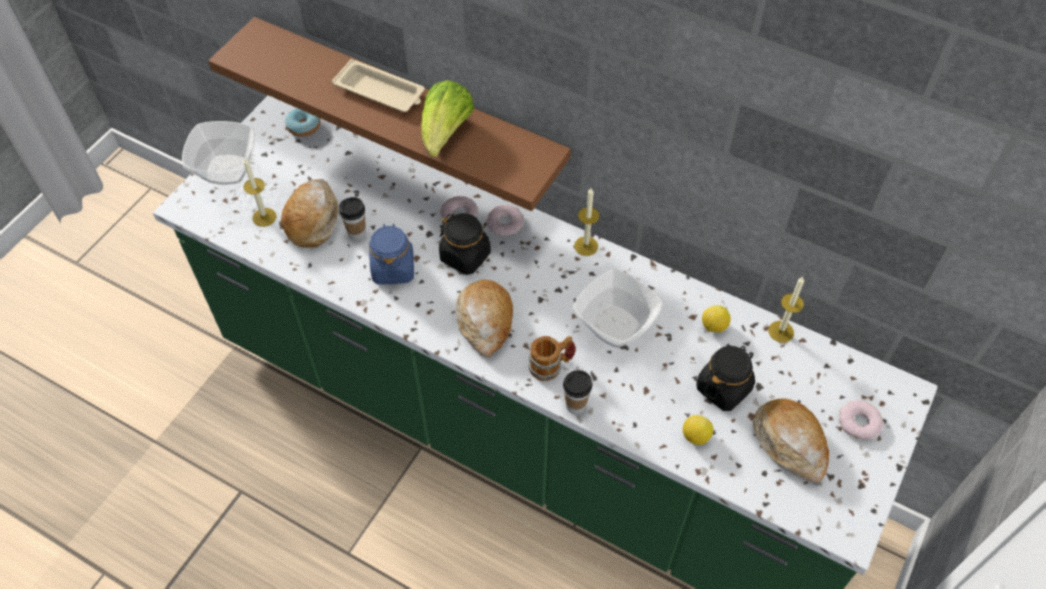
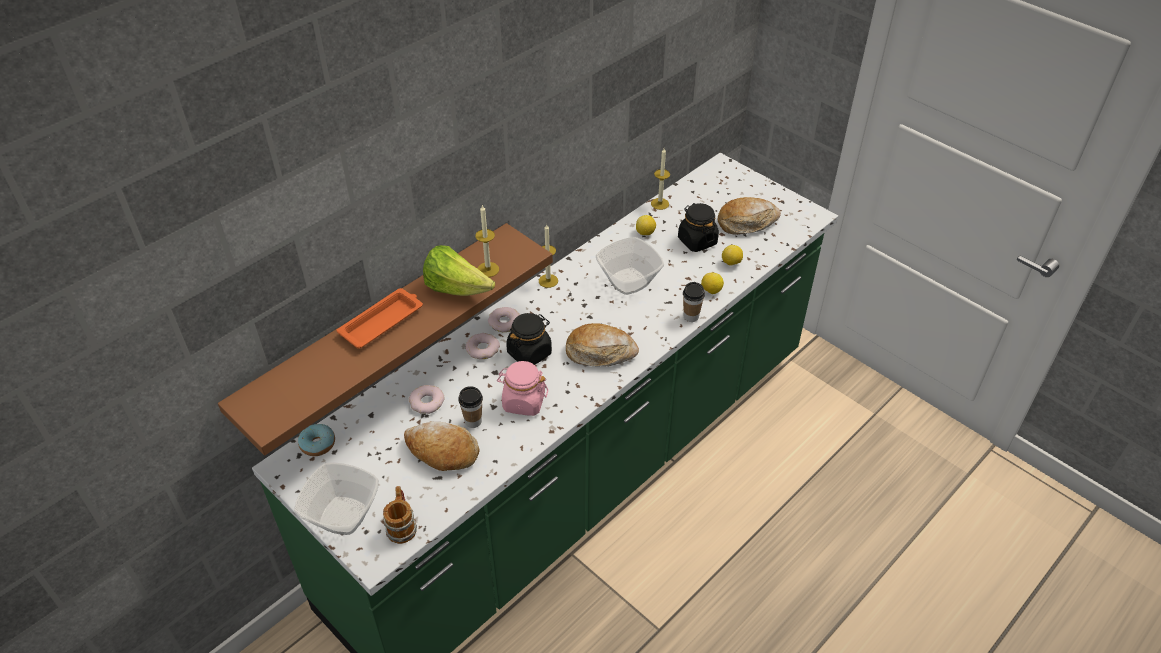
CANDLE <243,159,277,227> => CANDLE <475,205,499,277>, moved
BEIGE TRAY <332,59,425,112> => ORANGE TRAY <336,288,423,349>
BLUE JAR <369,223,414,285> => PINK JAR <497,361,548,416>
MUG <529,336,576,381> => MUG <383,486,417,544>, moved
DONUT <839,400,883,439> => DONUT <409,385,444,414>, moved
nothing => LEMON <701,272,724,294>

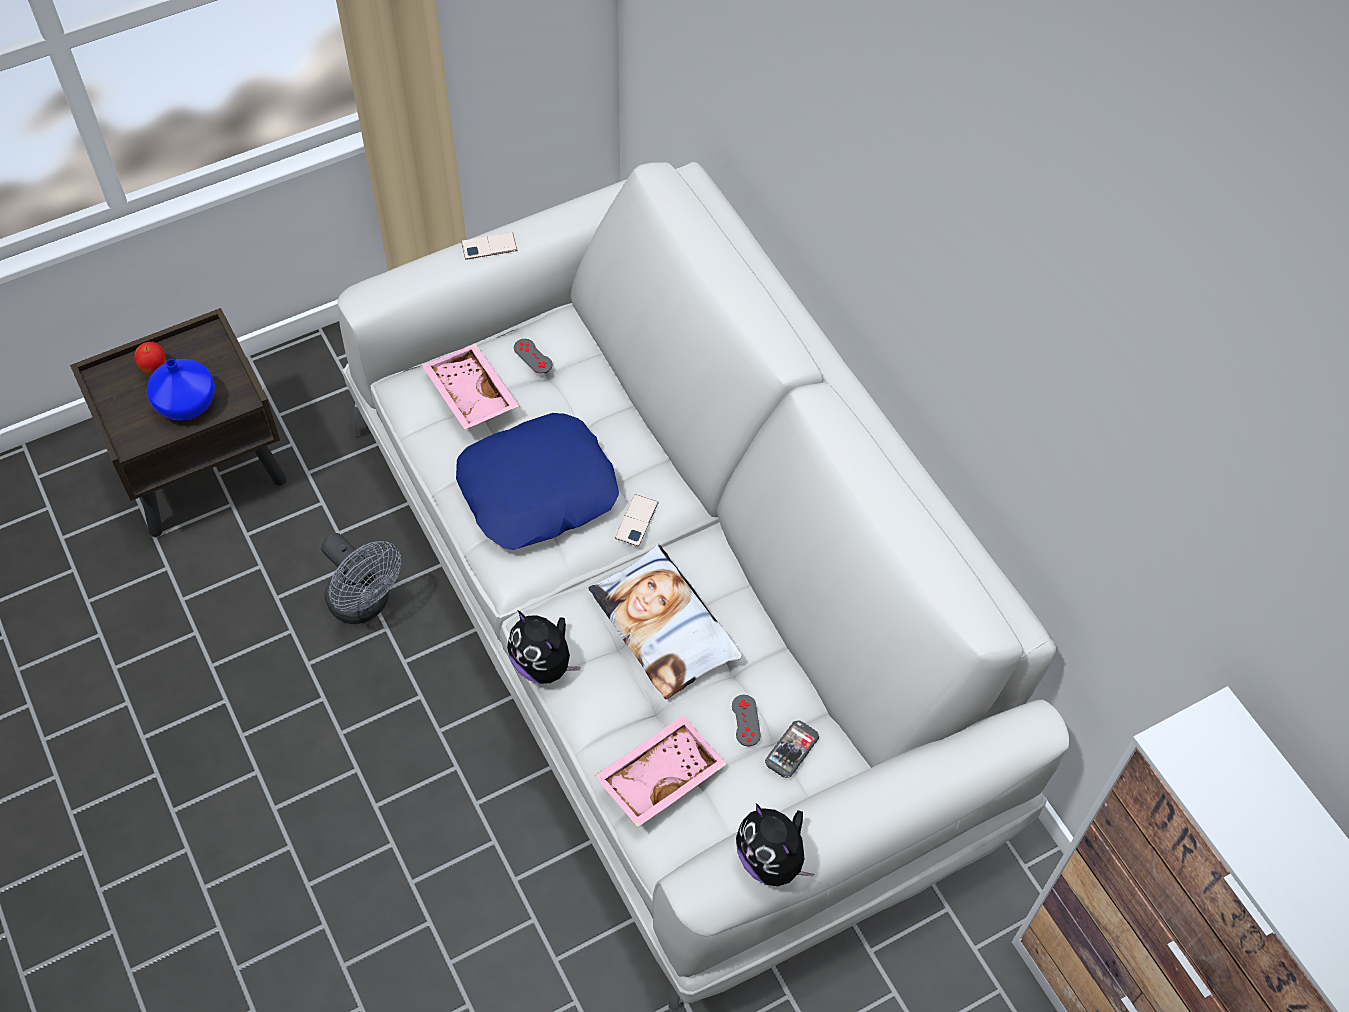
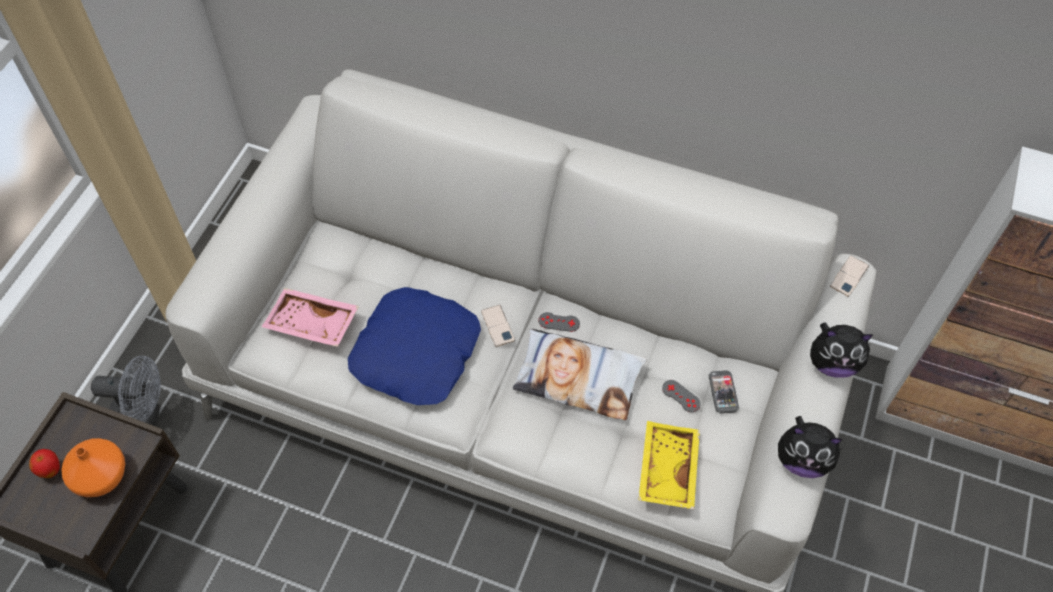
BLUE VASE <147,359,215,421> => ORANGE VASE <62,438,125,497>
GREY FAN <321,533,401,624> => GREY FAN <91,356,161,426>, moved
PHONE <461,232,517,260> => PHONE <830,256,869,297>, moved
PLUSH TOY <507,610,580,684> => PLUSH TOY <810,322,873,378>, moved
GREY GAME CONTROLLER <514,339,552,374> => GREY GAME CONTROLLER <538,312,580,332>, moved
PINK TRAY <594,715,727,827> => YELLOW TRAY <638,421,700,509>

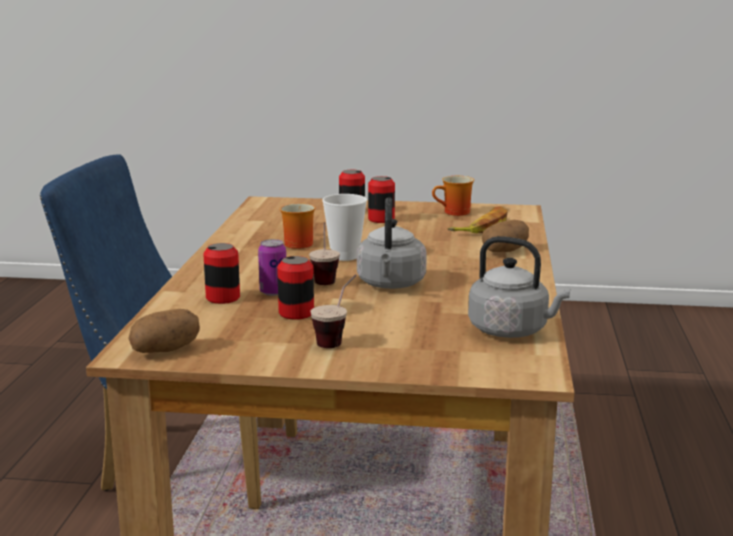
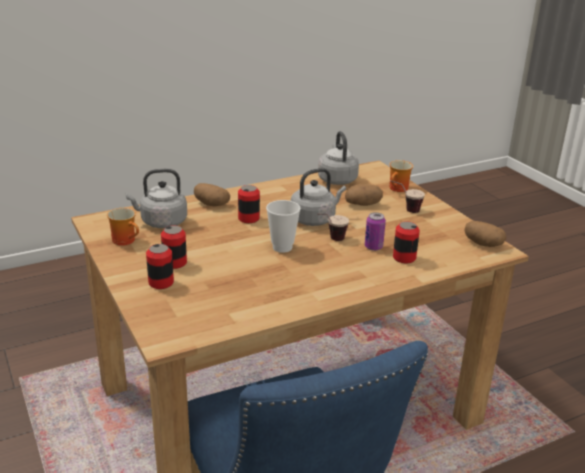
CAN <277,256,314,320> => CAN <238,185,260,223>, moved
MUG <280,204,315,249> => MUG <389,160,413,192>, moved
BANANA <447,206,507,233> => GREY KETTLE <126,169,187,228>
nothing => POTATO <345,184,383,206>

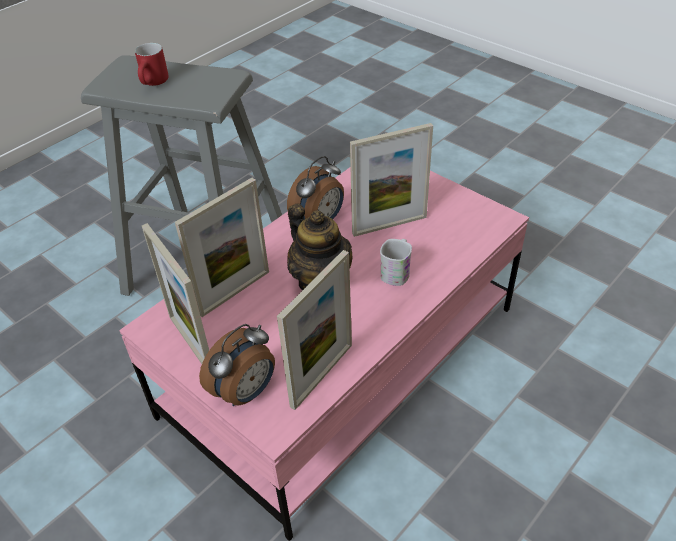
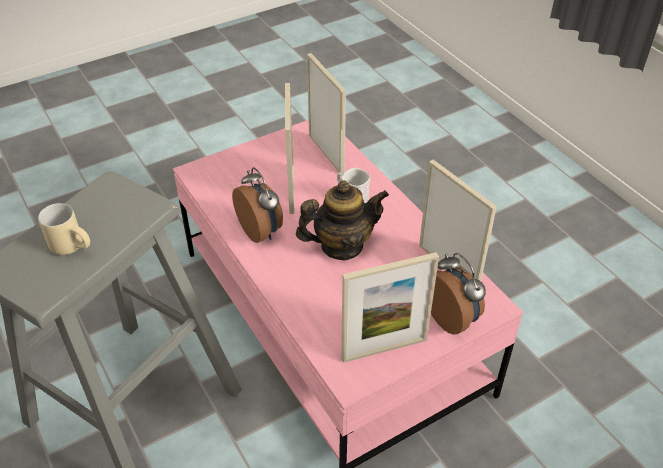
RED MUG <135,43,168,86> => BEIGE MUG <38,203,90,255>
PICTURE FRAME <175,178,269,317> => PICTURE FRAME <307,53,346,173>, moved

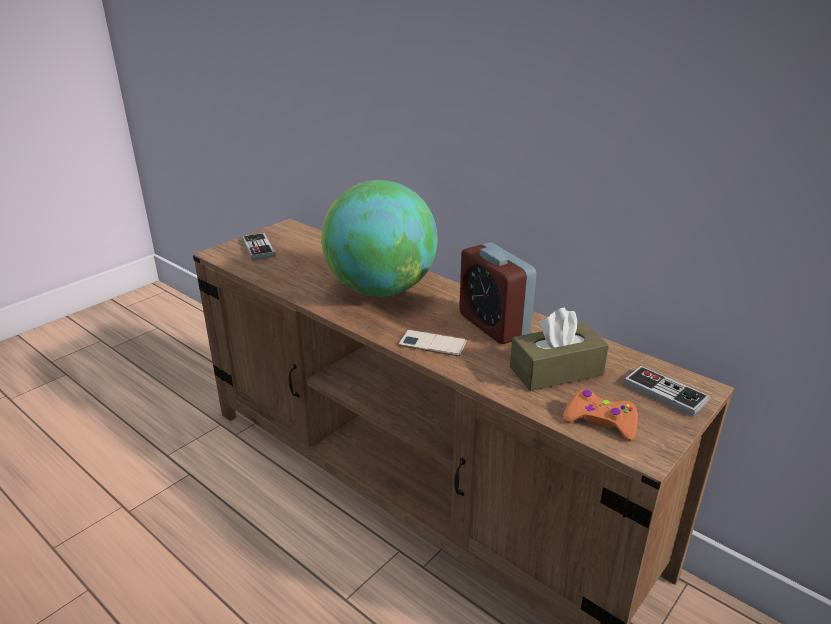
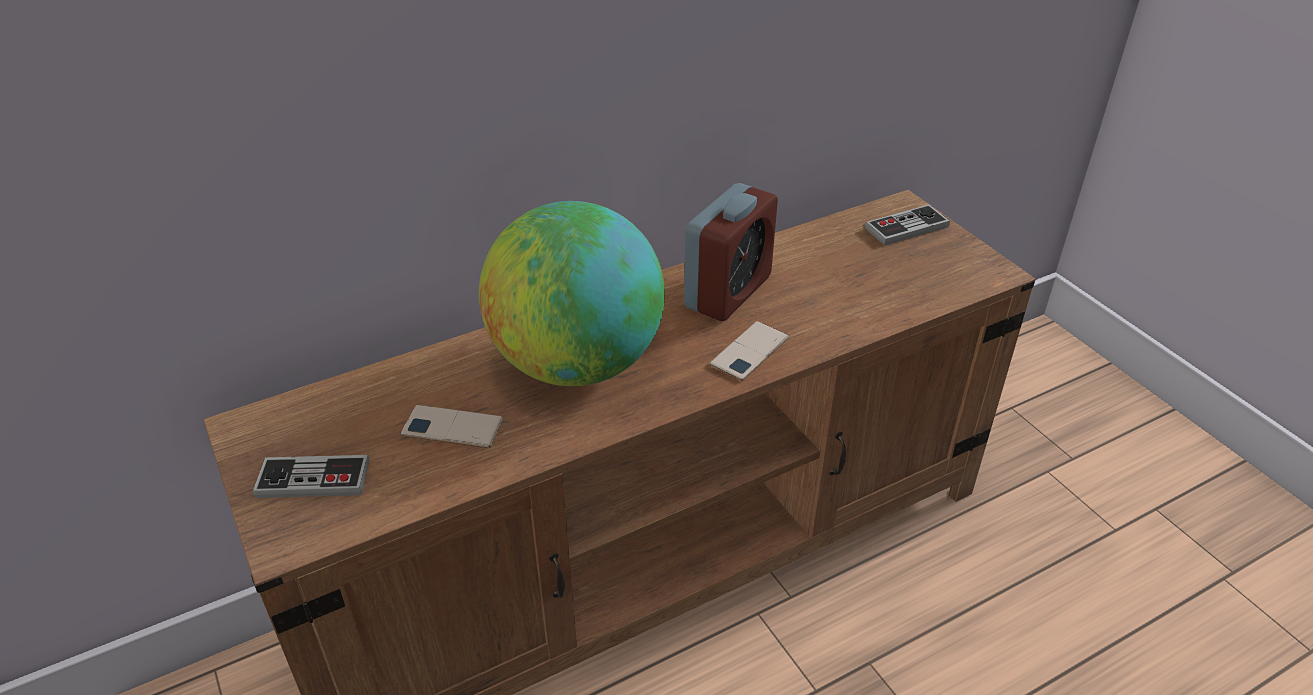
ALARM CLOCK <459,243,536,344> => ALARM CLOCK <684,183,778,321>, 45 degrees counterclockwise
BROWN TISSUE BOX <510,307,609,391> => nothing
ORANGE GAME CONTROLLER <563,390,638,441> => nothing
nothing => PHONE <400,405,503,448>

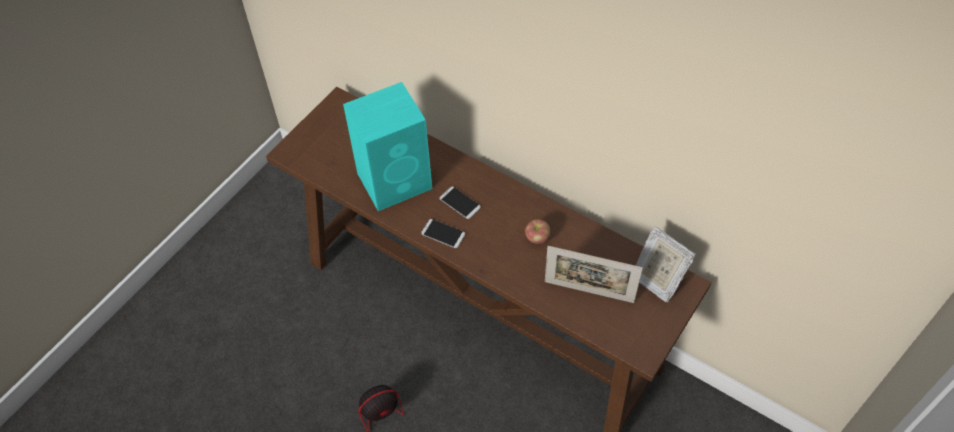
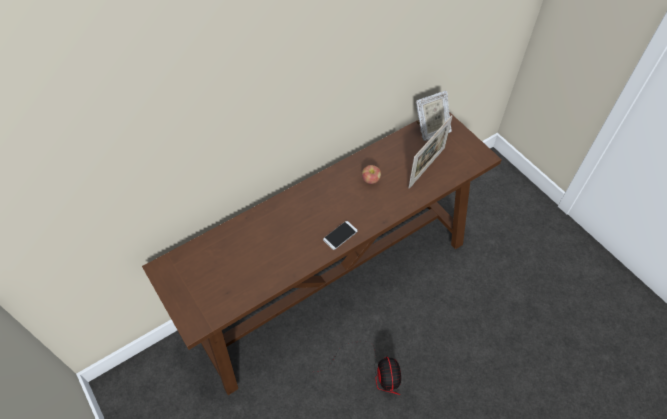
TURQUOISE SPEAKER <343,82,432,211> => nothing
PHONE <440,187,481,219> => nothing

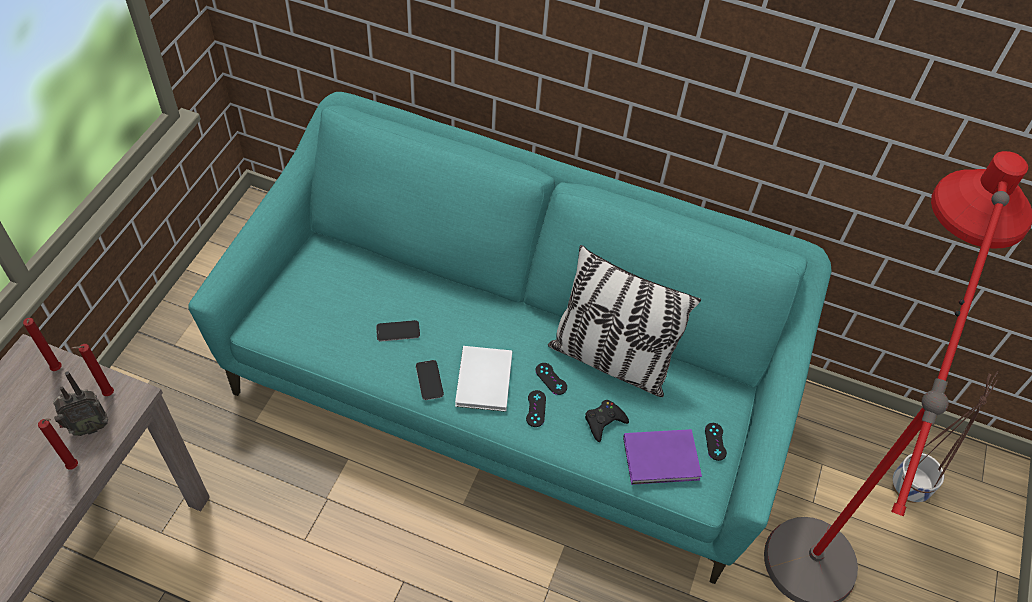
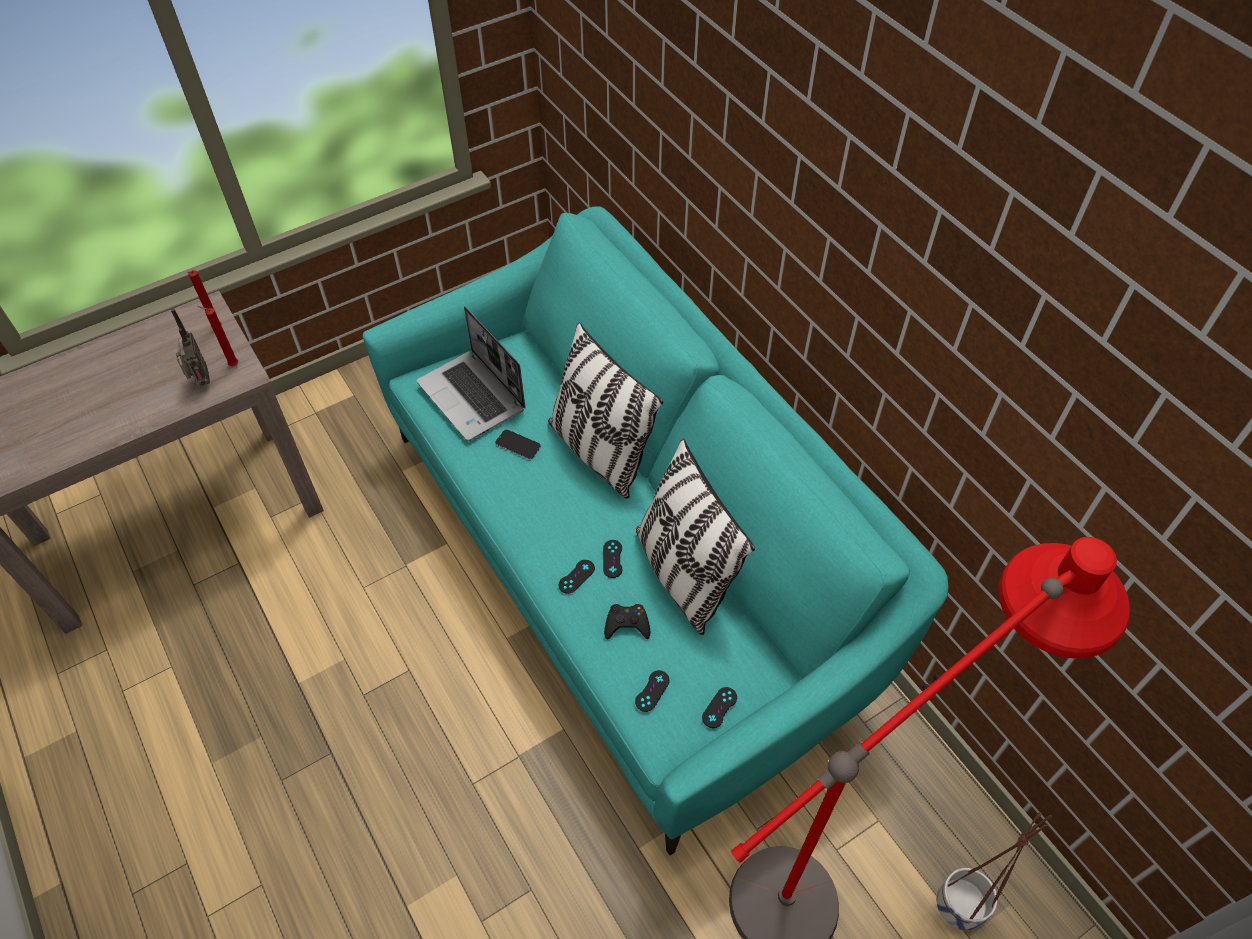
RED CANDLE <38,418,78,470> => nothing
RADIO <53,371,108,436> => RADIO <171,308,210,386>, 120 degrees counterclockwise
PHONE <416,360,444,400> => nothing
WHITE BOOK <455,346,512,412> => nothing
PURPLE BOOK <623,429,702,485> => BLACK GAME CONTROLLER <635,670,670,712>
nothing => LAPTOP <417,306,526,441>
nothing => PILLOW <548,322,663,499>

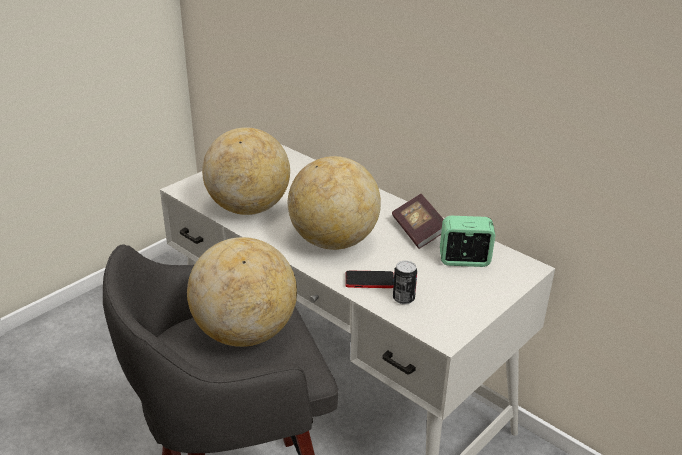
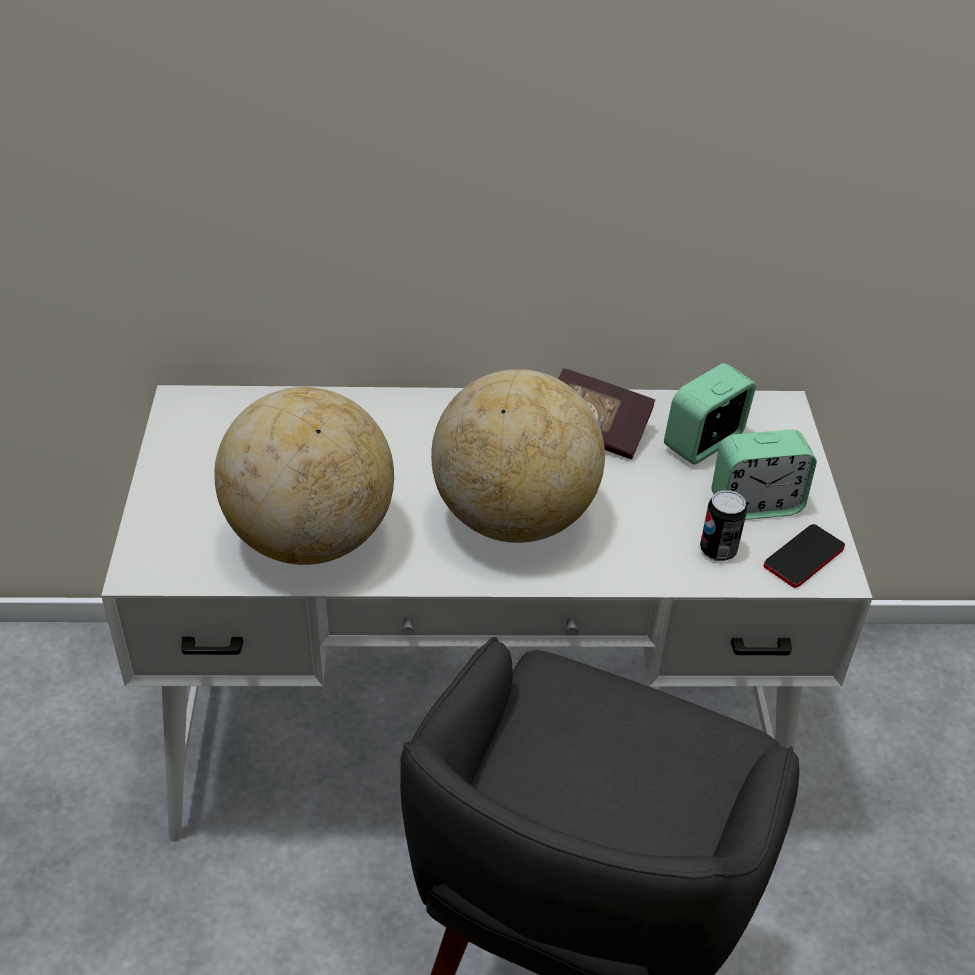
GLOBE <187,237,297,347> => nothing
PHONE <345,271,394,288> => PHONE <764,524,845,588>, moved
nothing => ALARM CLOCK <711,429,817,520>

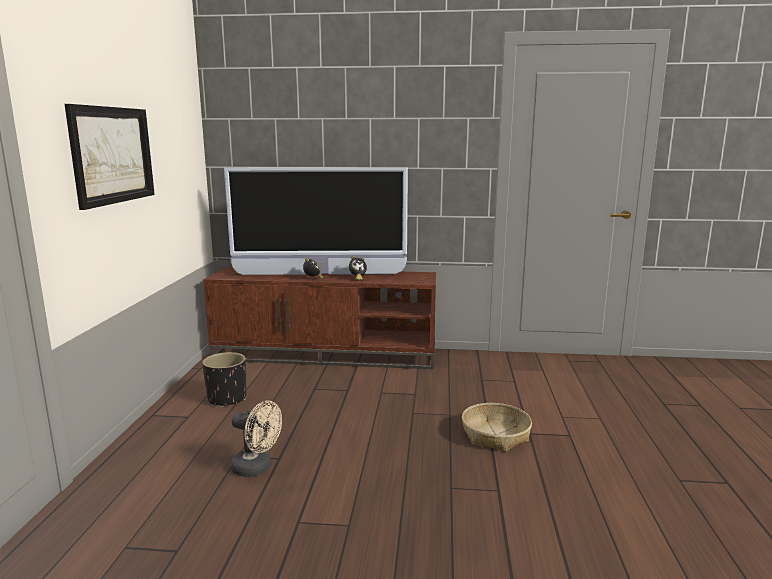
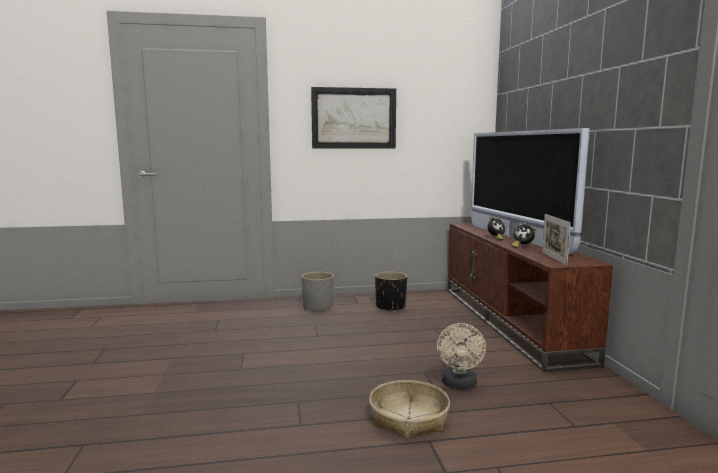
BEIGE FAN <231,401,282,477> => BEIGE FAN <437,323,486,389>, moved
nothing => GREY PLANTER <301,272,334,312>
nothing => PICTURE FRAME <542,214,571,265>

